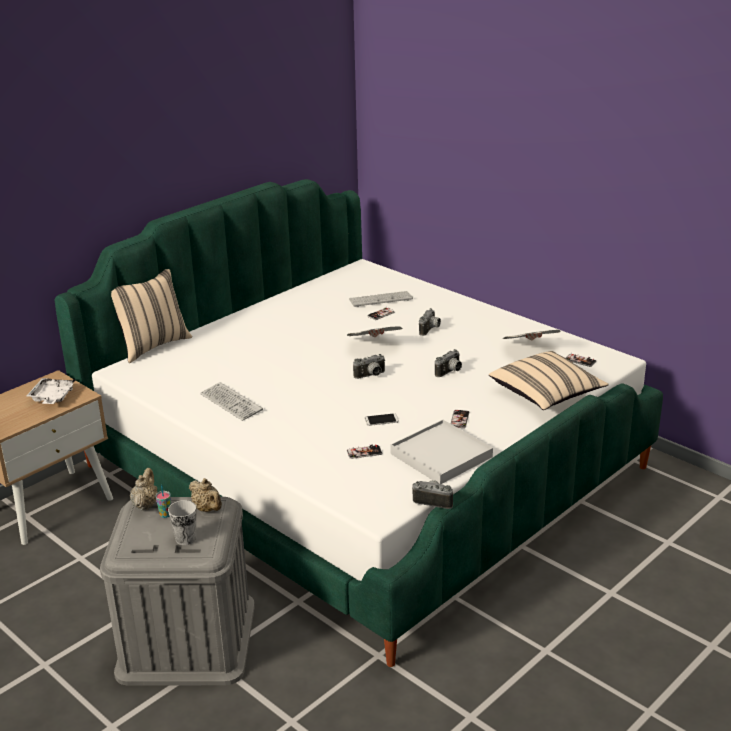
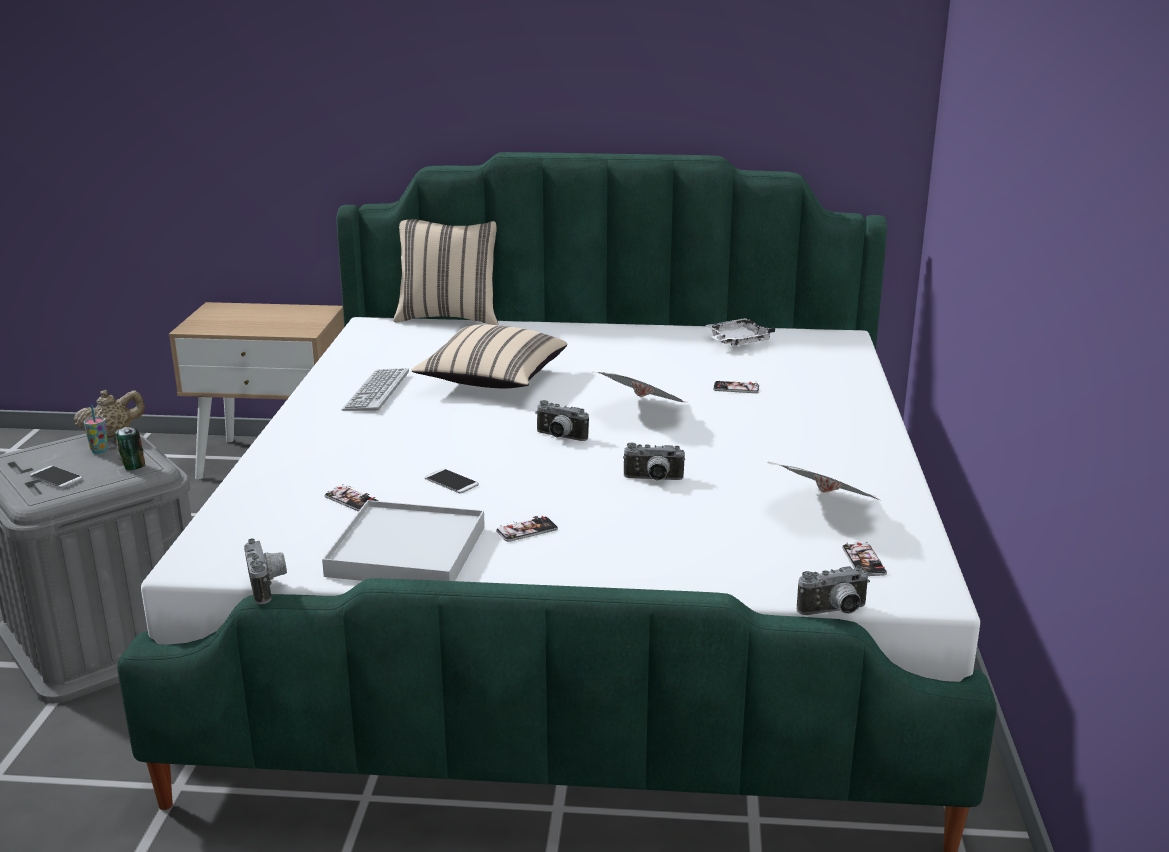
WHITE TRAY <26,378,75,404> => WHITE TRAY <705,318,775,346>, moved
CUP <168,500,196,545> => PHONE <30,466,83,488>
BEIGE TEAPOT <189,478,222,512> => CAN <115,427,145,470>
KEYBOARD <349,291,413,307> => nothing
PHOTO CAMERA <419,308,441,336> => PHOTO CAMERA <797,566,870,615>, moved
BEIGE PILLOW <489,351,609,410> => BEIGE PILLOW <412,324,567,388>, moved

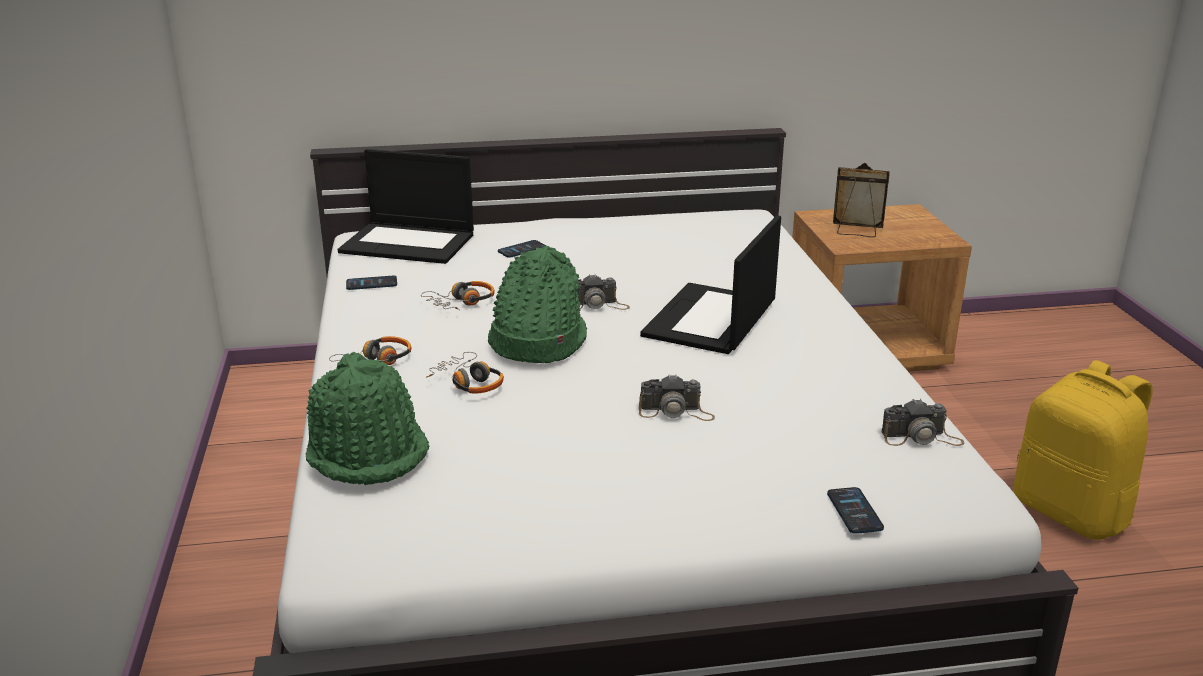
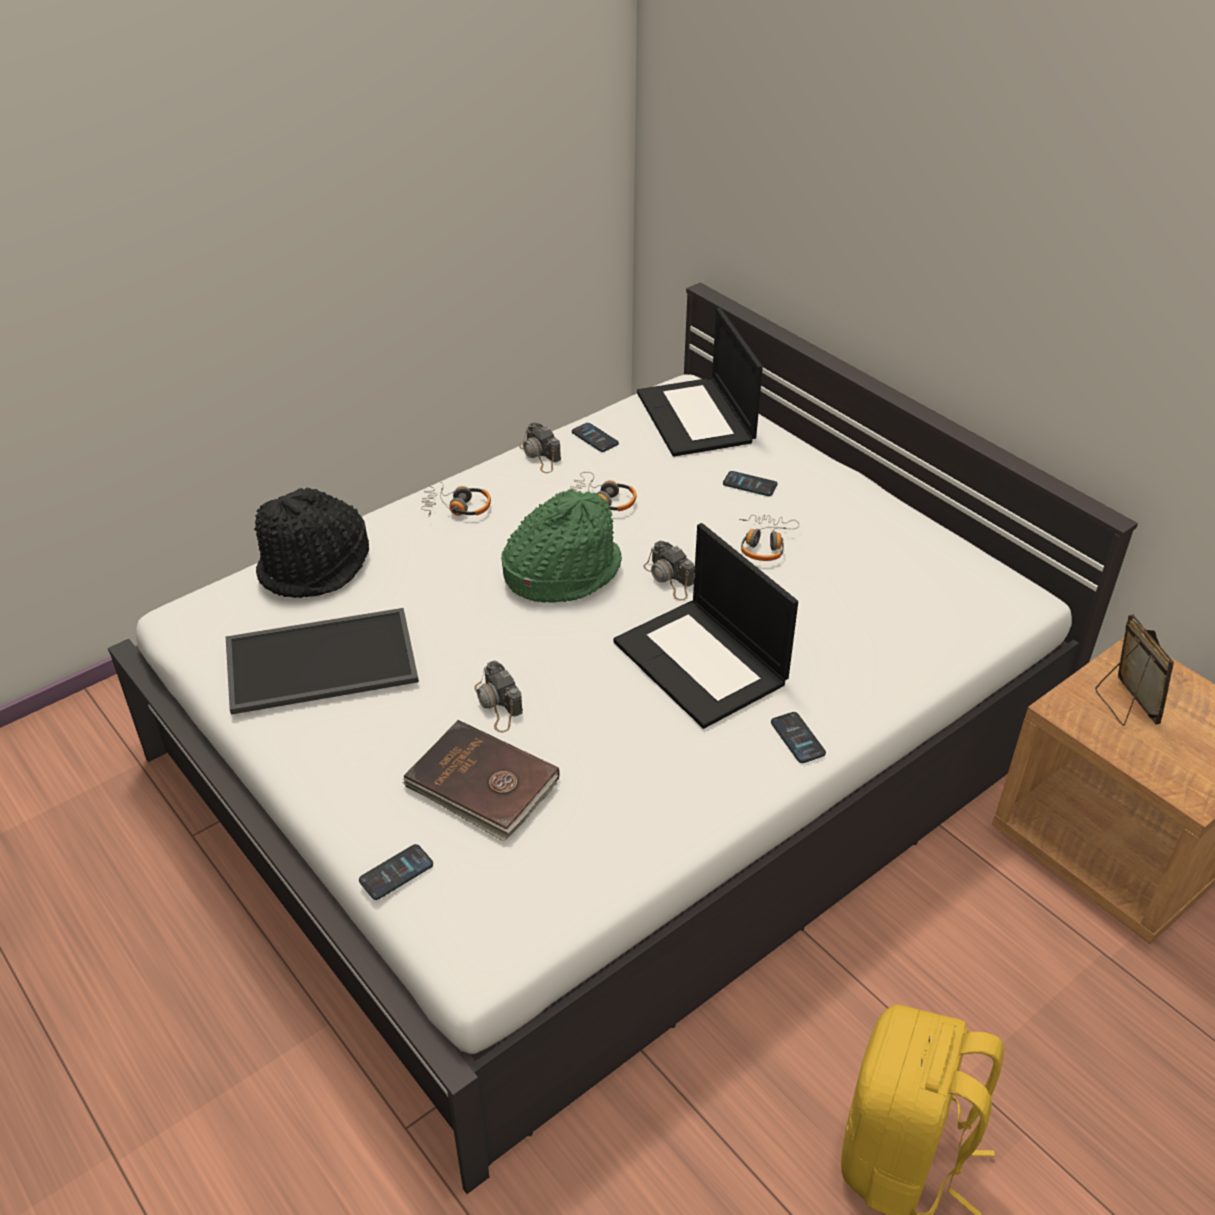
GREEN HAT <306,352,429,485> => BLACK HAT <254,487,369,598>
HEADPHONES <426,352,504,393> => HEADPHONES <739,515,800,561>, moved
LAPTOP <640,215,781,354> => LAPTOP <613,523,798,729>, 120 degrees counterclockwise
PHOTO CAMERA <881,399,965,446> => PHOTO CAMERA <519,422,561,473>, moved
nothing => TRAY <226,608,419,715>
nothing => BROWN BOOK <403,720,560,842>
nothing => PHONE <771,712,826,763>

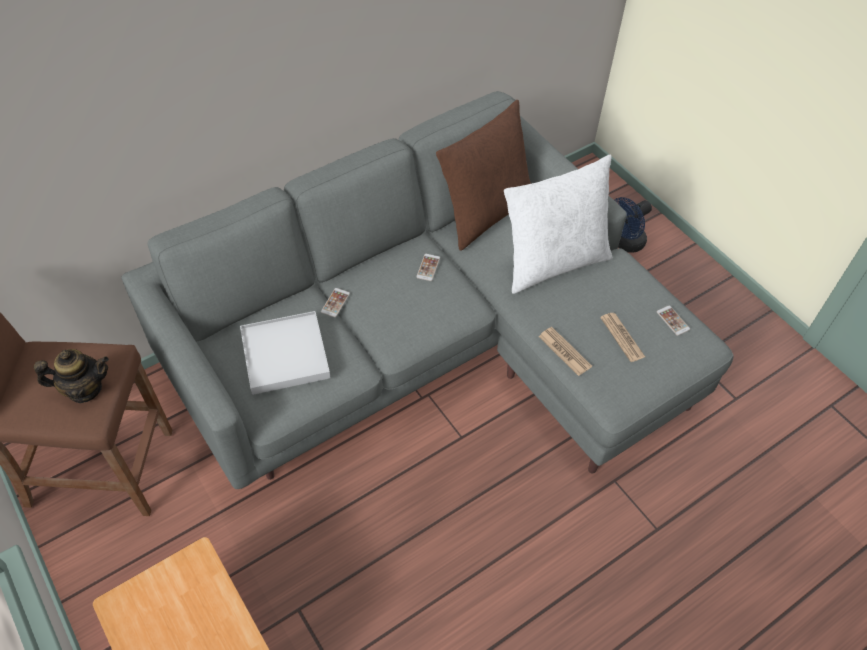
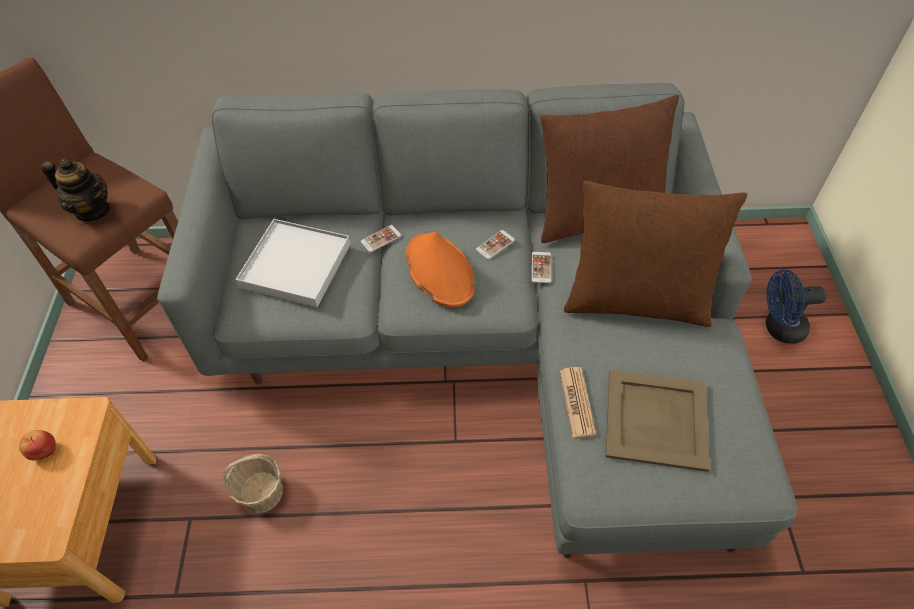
WHITE PILLOW <504,155,613,294> => BROWN PILLOW <564,181,747,327>
NEWSPAPER <600,313,645,362> => BEIGE TRAY <606,370,710,472>
PHONE <657,306,690,336> => PHONE <531,252,551,283>, moved
nothing => APPLE <19,430,56,460>
nothing => BASKET <223,454,283,513>
nothing => ORANGE HAT <405,231,475,307>

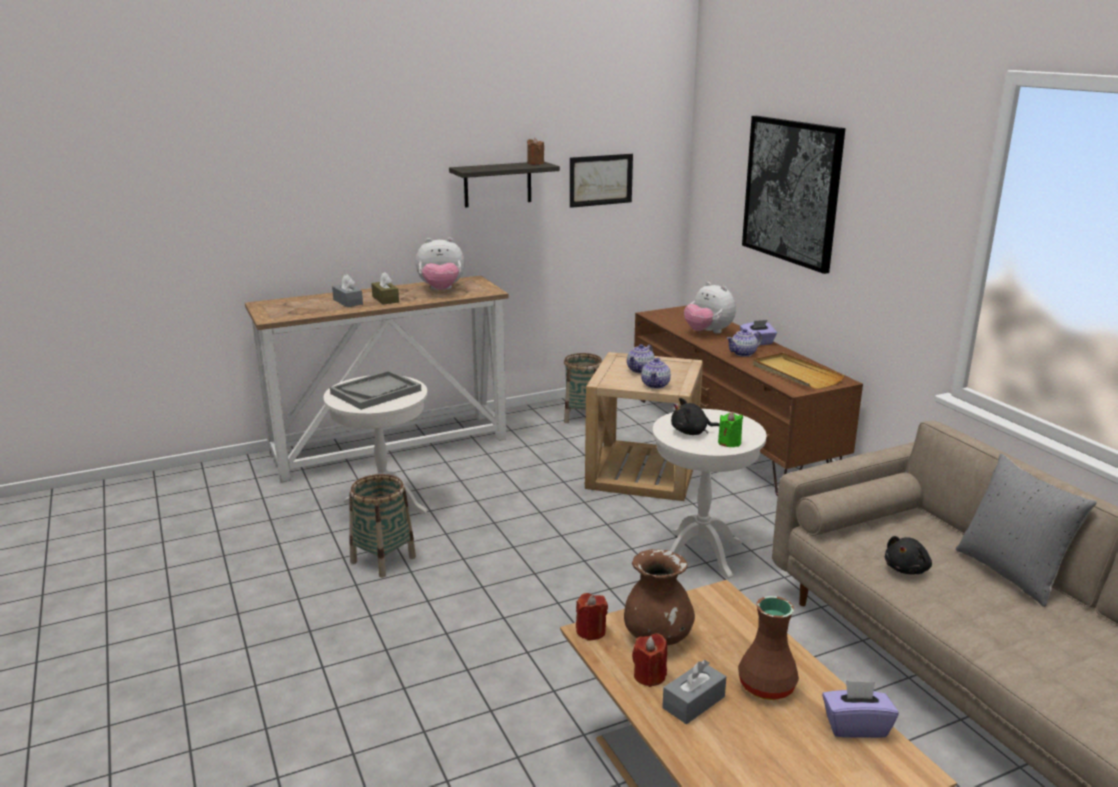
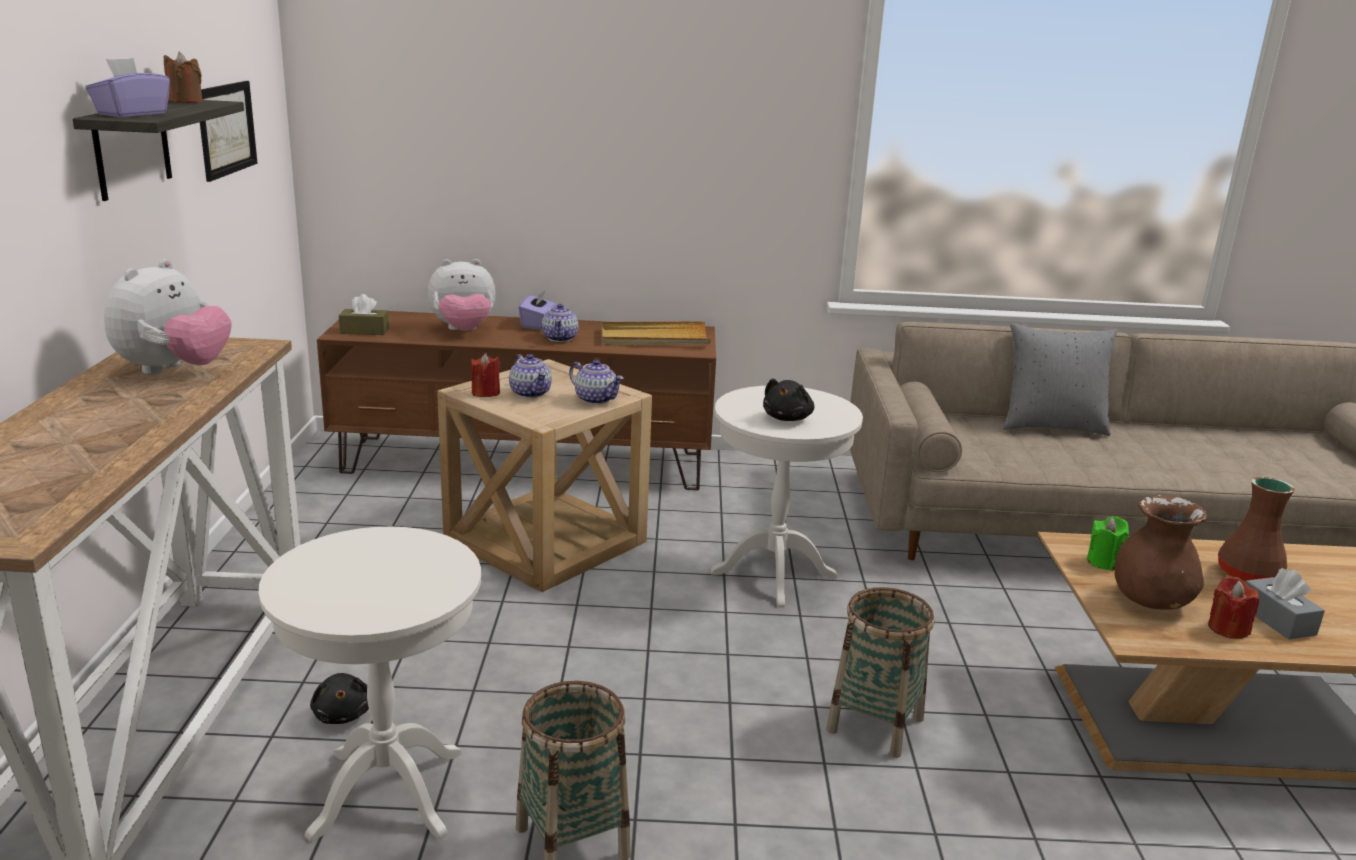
GREY TRAY <330,370,421,410> => nothing
GREY TISSUE BOX <332,275,363,307> => nothing
BROWN TISSUE BOX <371,272,399,305> => BROWN TISSUE BOX <339,294,389,335>, moved
BASKET <564,353,602,423> => BASKET <826,587,934,758>, moved
RED CANDLE <576,593,608,641> => RED CANDLE <471,353,500,397>, moved
GREEN CANDLE <718,412,743,447> => GREEN CANDLE <1087,516,1129,571>, moved
PICTURE <742,116,845,274> => nothing
PURPLE TISSUE BOX <822,680,899,738> => PURPLE TISSUE BOX <85,58,170,117>, moved
BLACK PLUSH TOY <885,536,932,575> => BLACK PLUSH TOY <310,673,369,724>, moved

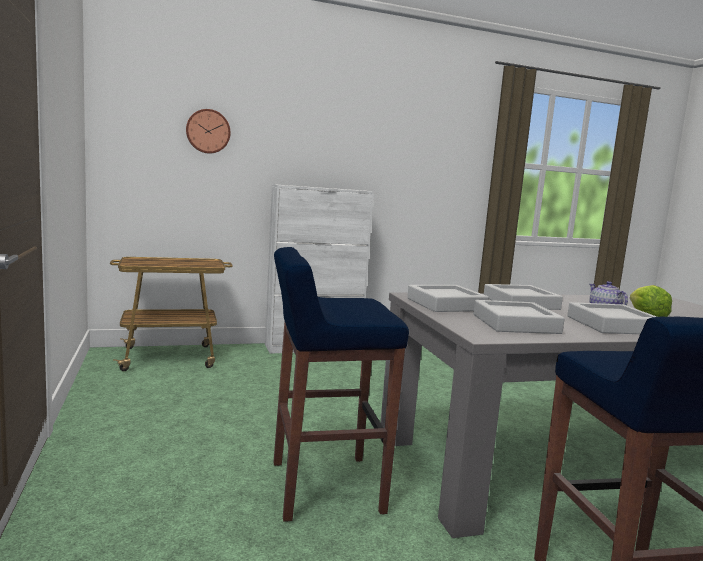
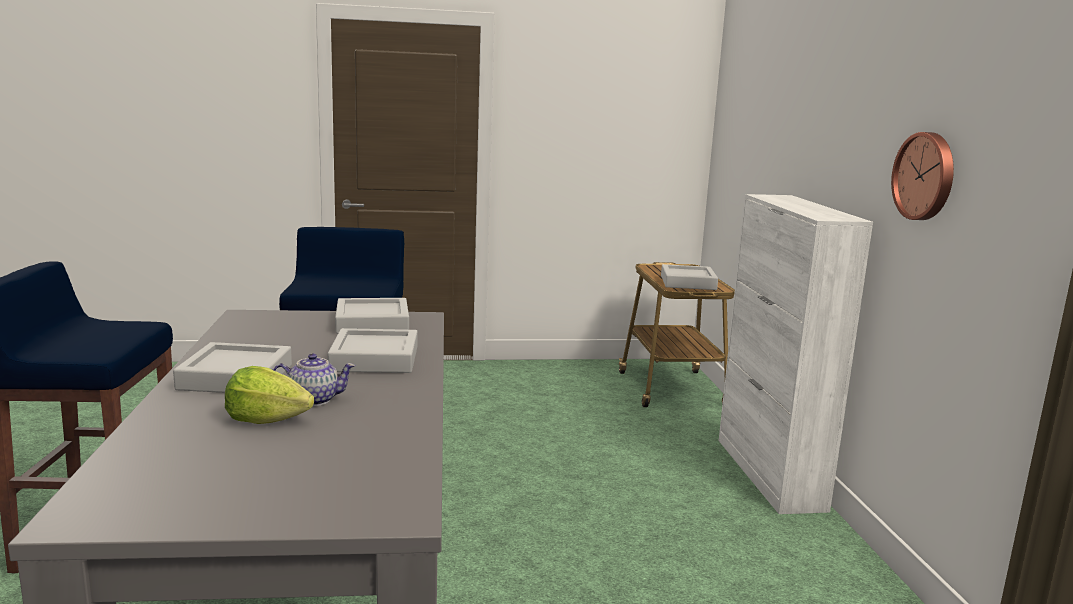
WALL CLOCK <186,109,231,154> => WALL CLOCK <891,132,954,220>, moved
GREY TRAY <473,300,565,334> => GREY TRAY <661,264,718,290>, moved

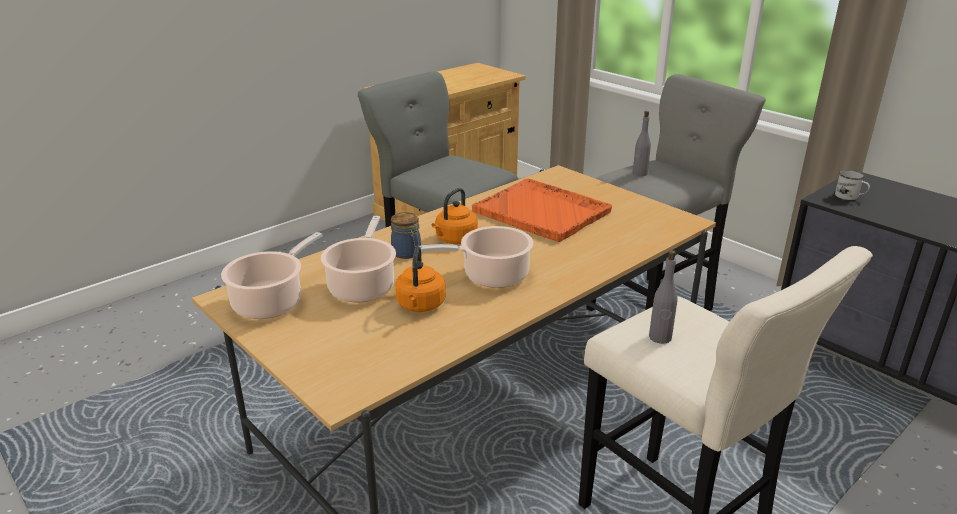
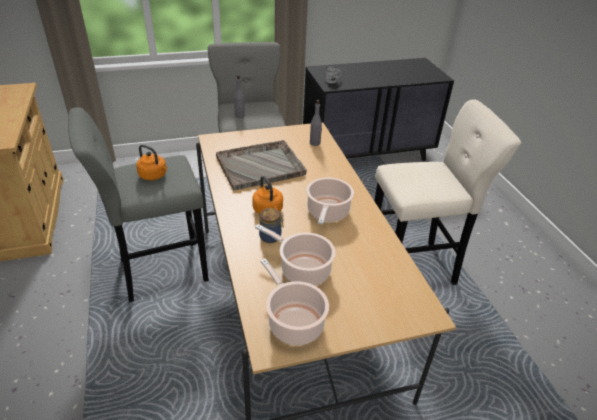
ORANGE KETTLE <395,246,445,312> => ORANGE KETTLE <136,145,167,180>, moved
ORANGE TRAY <472,178,612,242> => GREY TRAY <216,140,307,190>
GREY BOTTLE <649,250,678,344> => GREY BOTTLE <310,100,322,146>, moved

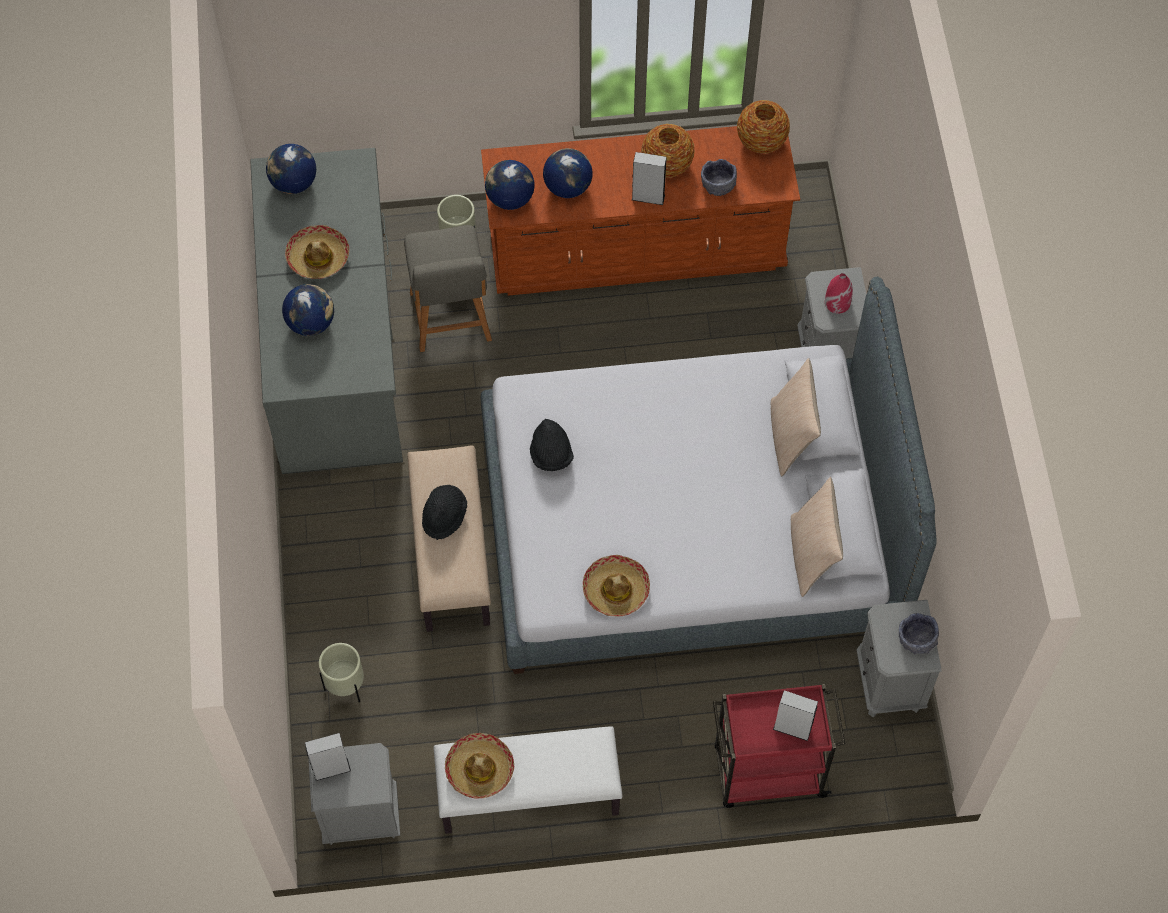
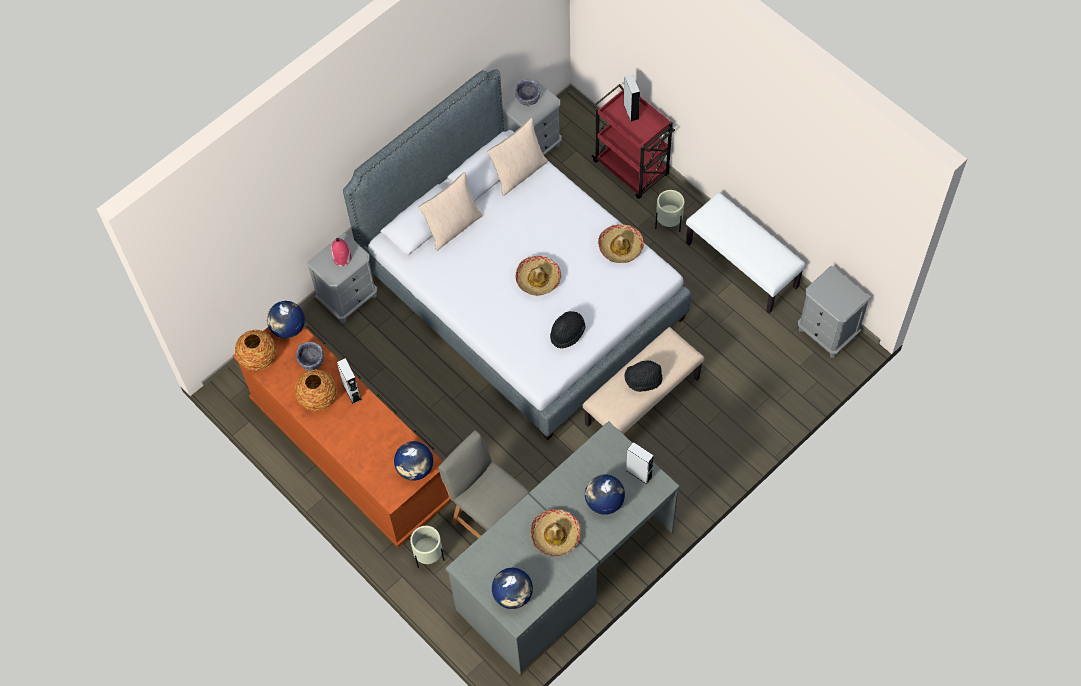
GREY SPEAKER <305,733,351,781> => GREY SPEAKER <626,442,654,484>, moved
BEIGE PLANTER <319,643,364,702> => BEIGE PLANTER <655,190,684,232>, moved
GREY CHAIR <404,225,492,352> => GREY CHAIR <438,430,529,538>, 90 degrees counterclockwise
HAT <445,733,514,799> => HAT <516,256,561,296>, moved
GLOBE <543,148,593,198> => GLOBE <267,301,305,338>, moved

